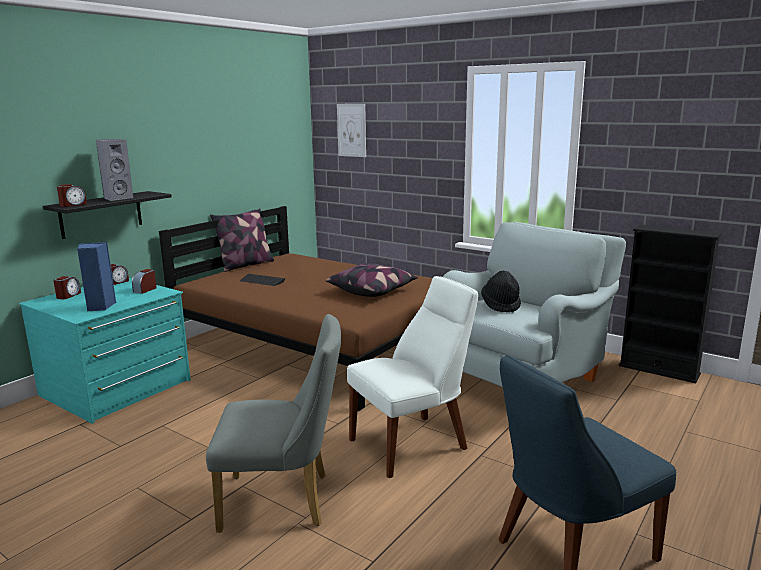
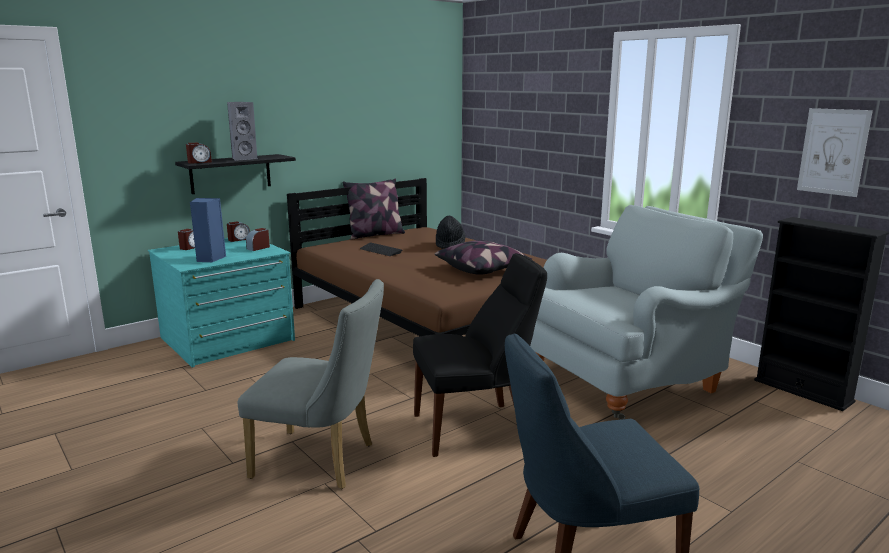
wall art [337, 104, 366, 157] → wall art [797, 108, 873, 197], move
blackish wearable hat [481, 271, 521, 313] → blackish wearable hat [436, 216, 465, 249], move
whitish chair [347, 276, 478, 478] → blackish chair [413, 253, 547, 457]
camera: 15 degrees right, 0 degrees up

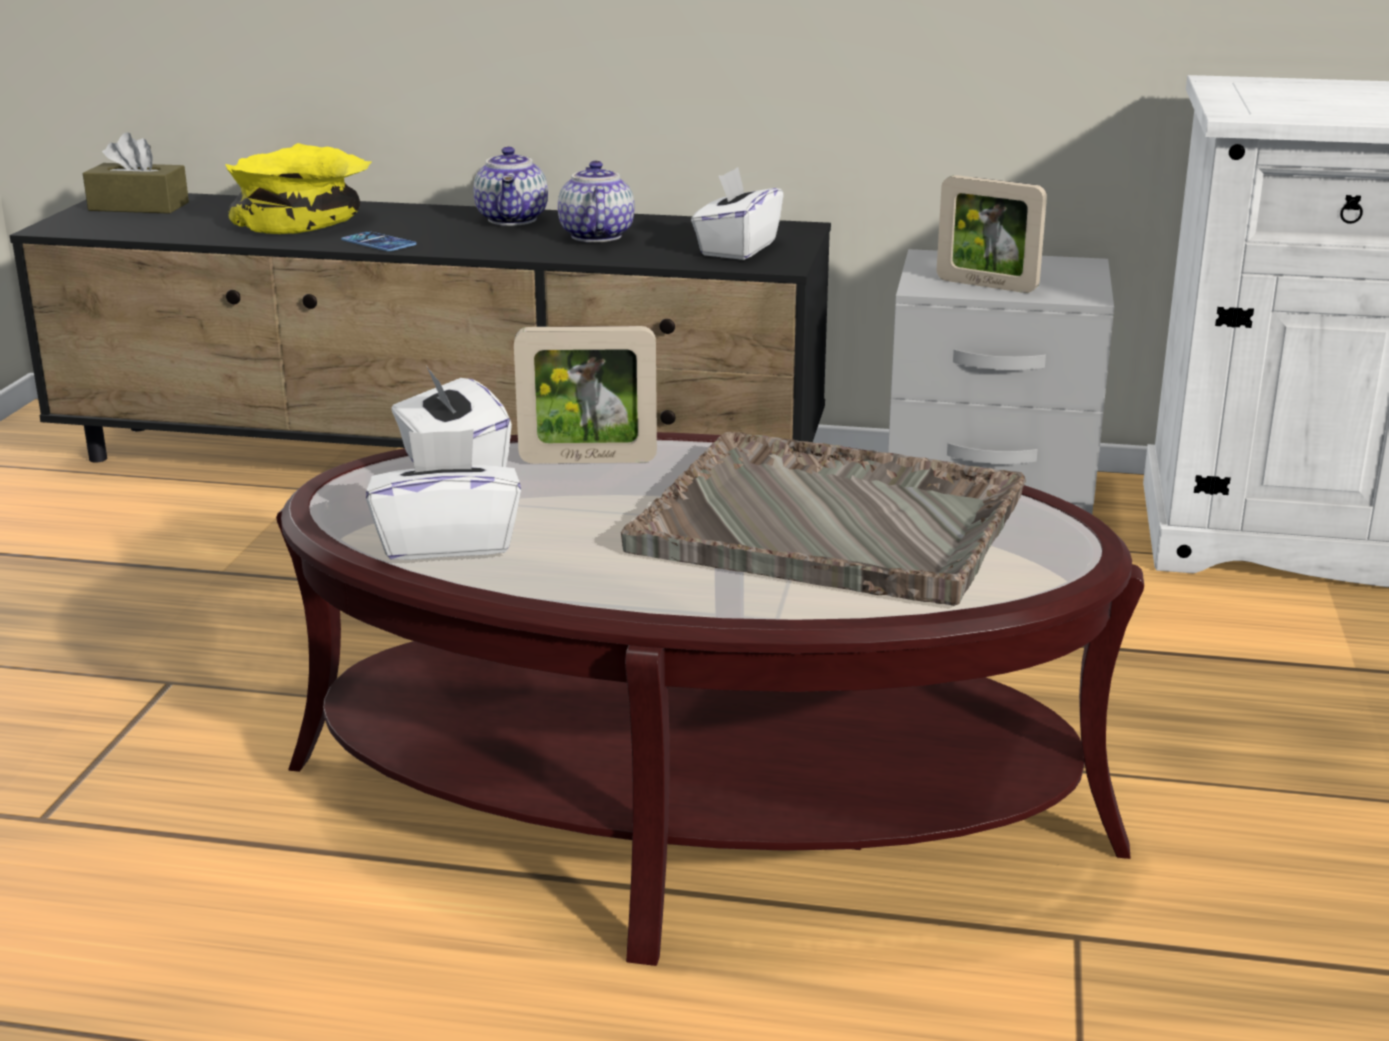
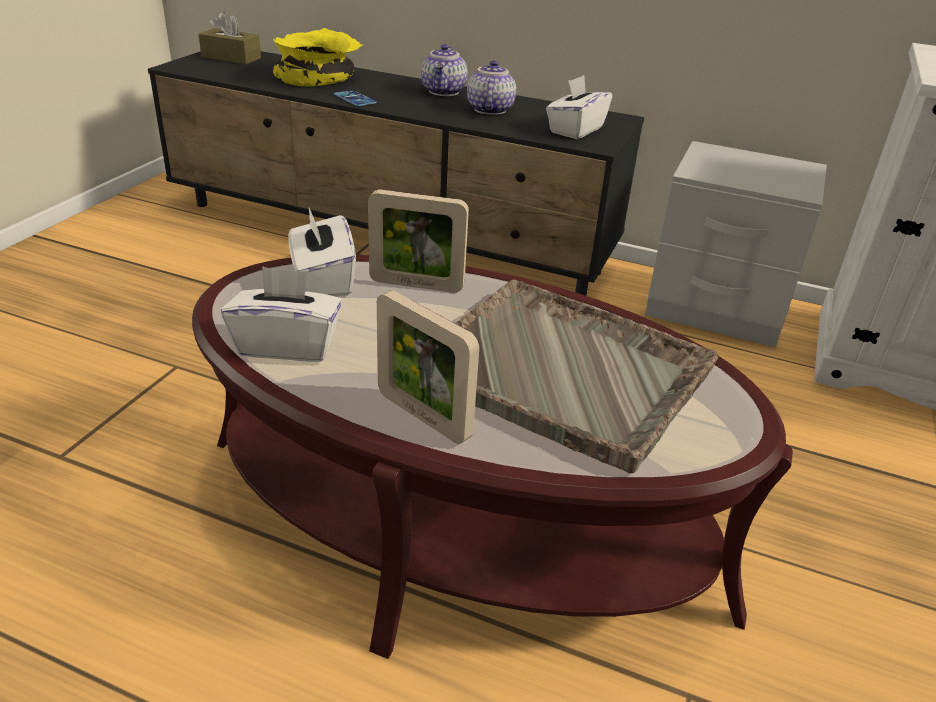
photo frame [937, 175, 1047, 293] → photo frame [377, 290, 479, 444], move
camera: 10 degrees right, 10 degrees up

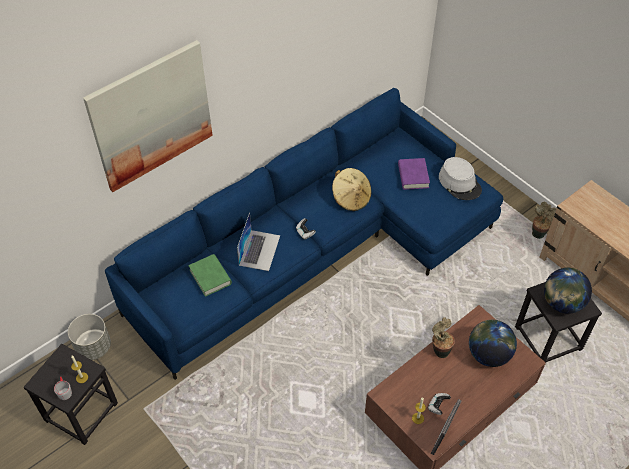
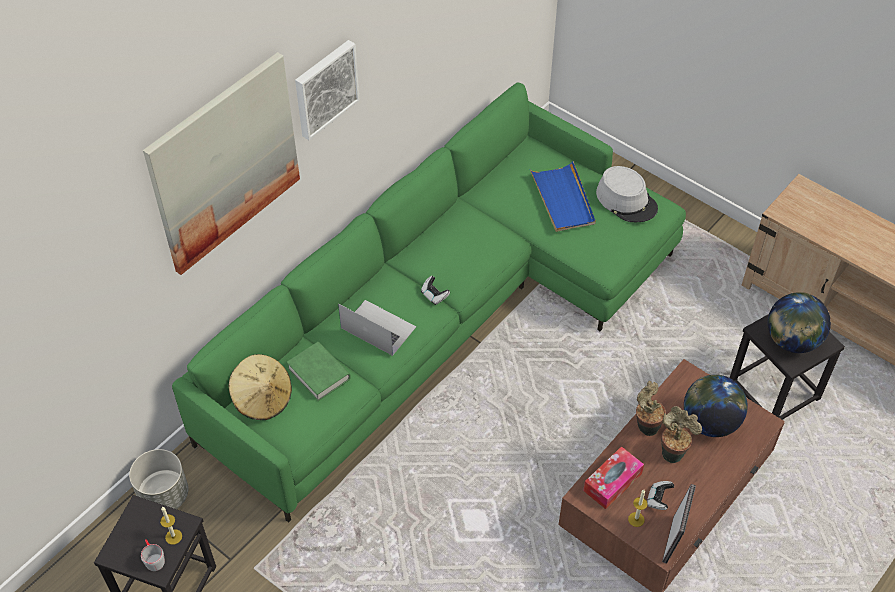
- → wall art [295, 40, 360, 140]
- → tissue holder [583, 446, 644, 509]
beige-coloured wearable hat [332, 168, 371, 211] → beige-coloured wearable hat [229, 354, 292, 420], move
houseplant [532, 202, 556, 239] → houseplant [661, 406, 702, 463], move
purple book [398, 158, 430, 190] → blue-coloured tray [530, 161, 596, 232]
blue-coloured settee [105, 88, 503, 380] → greenish settee [172, 82, 686, 523]
notebook computer [237, 213, 280, 271] → notebook computer [338, 300, 416, 356], 60 degrees counterclockwise
camera: 10 degrees left, 0 degrees up

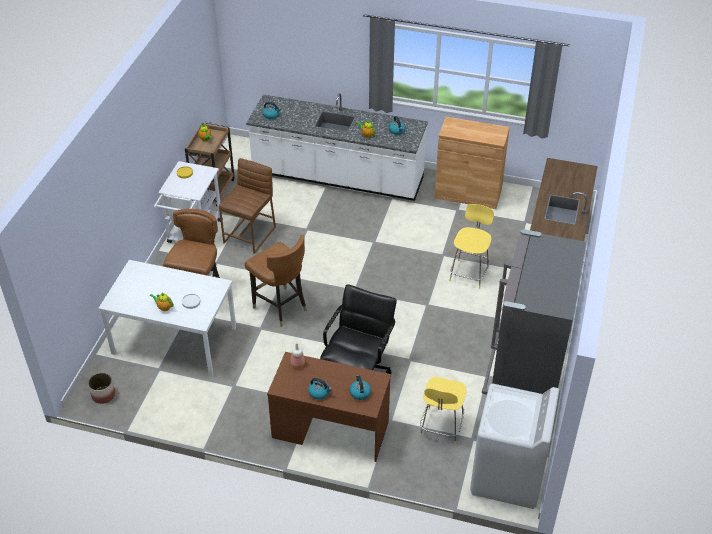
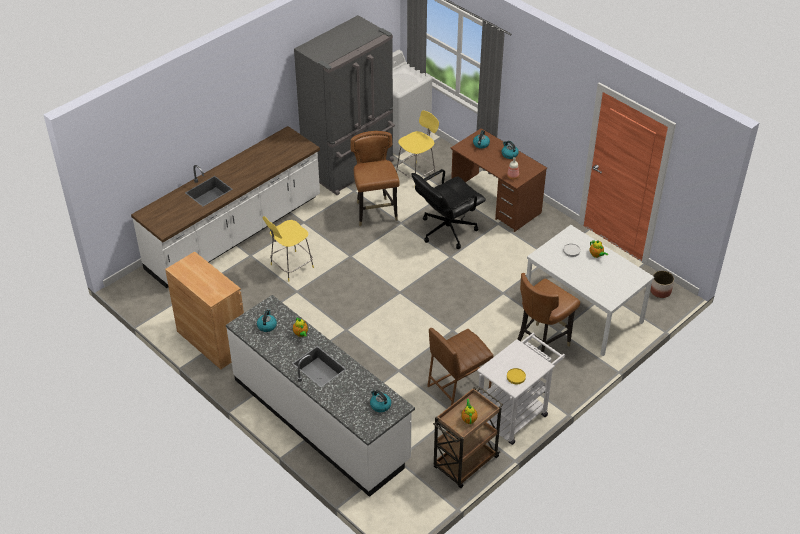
brownish chair [245, 235, 307, 327] → brownish chair [351, 131, 400, 226], move
camera: 150 degrees left, 0 degrees up

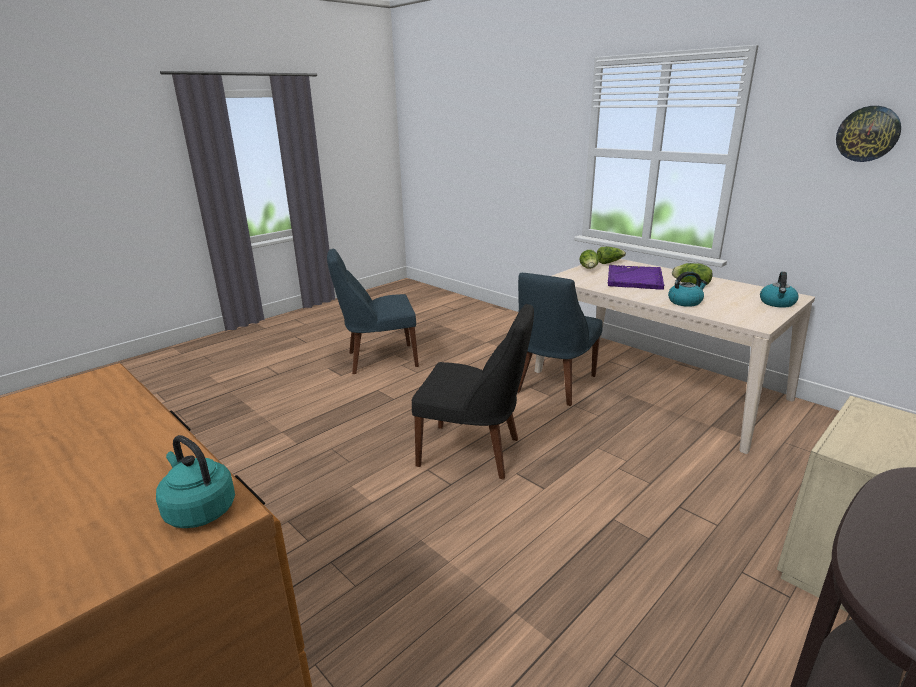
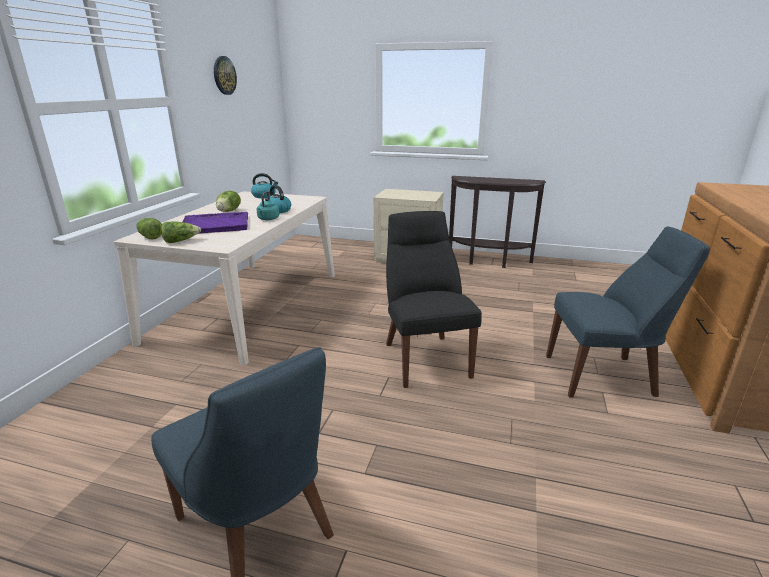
turquoise tea kettle [156, 435, 235, 528] → turquoise tea kettle [256, 191, 279, 220], move
blue-coloured chair [517, 273, 603, 406] → blue-coloured chair [546, 227, 710, 397], move
camera: 120 degrees left, 0 degrees up

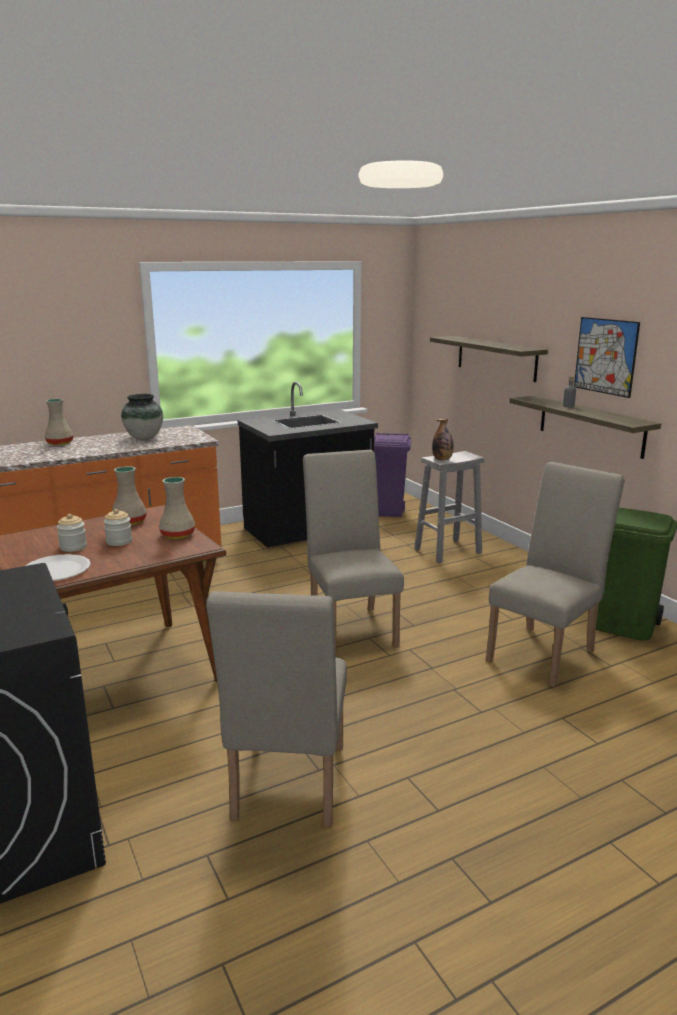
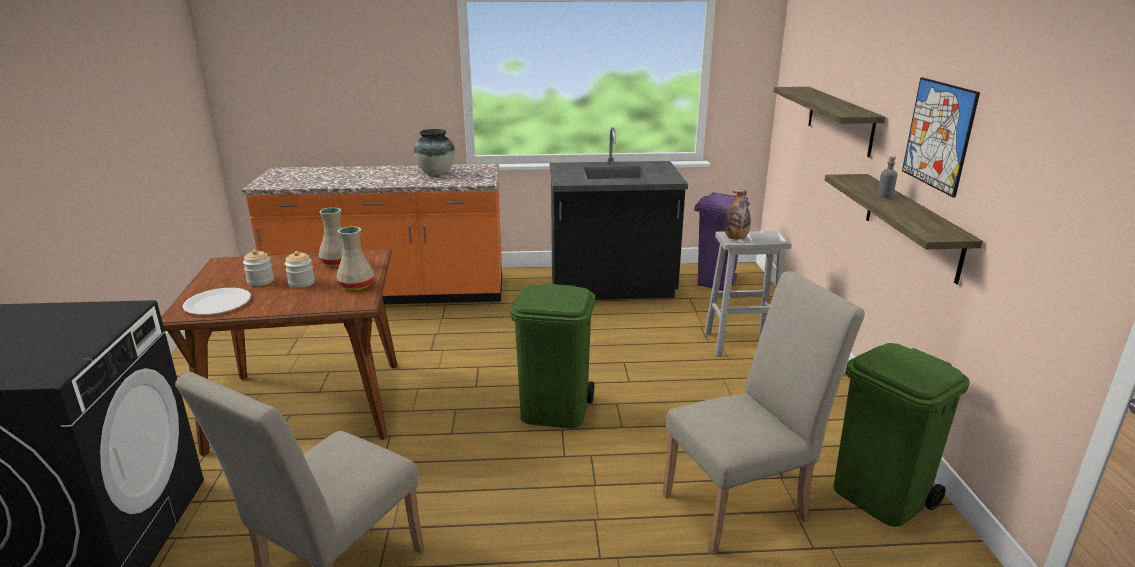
beige-coloured decorative vase [45, 399, 73, 445] → -
beige-coloured chair [303, 450, 404, 656] → greenish trash can [510, 284, 595, 428]
camera: 25 degrees right, 5 degrees up

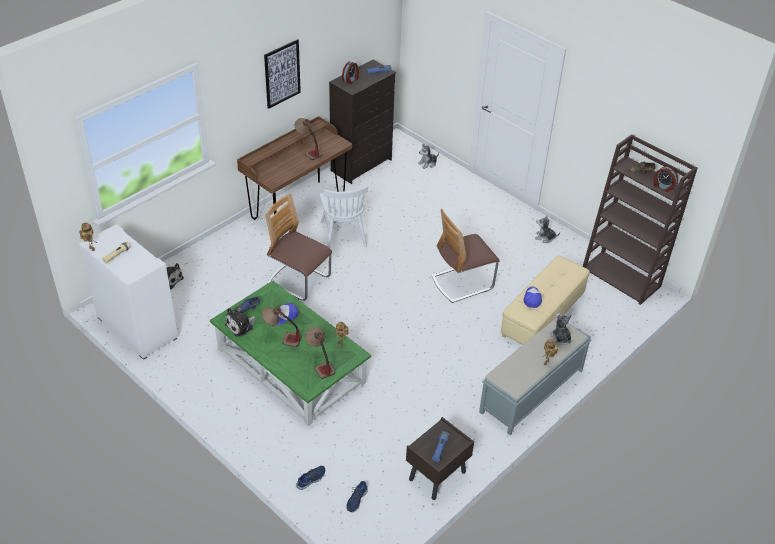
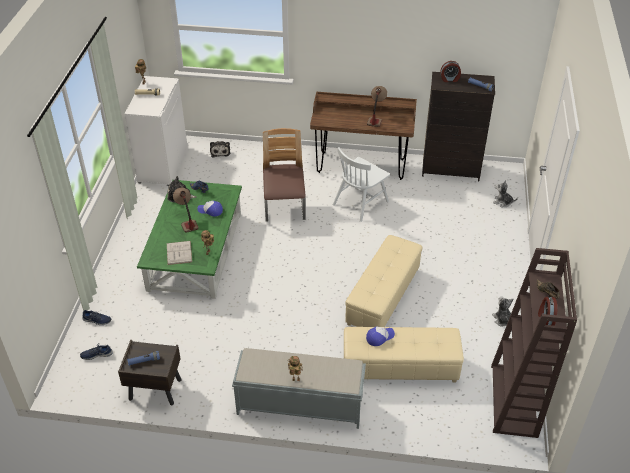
wall art [264, 39, 301, 109] → -
cuddly toy [549, 313, 571, 345] → -
lamp for a table [305, 327, 335, 379] → whitish book [167, 241, 192, 265]
chair [432, 209, 500, 303] → beige-coloured pouffe [345, 235, 423, 327]
camera: 55 degrees right, 0 degrees up

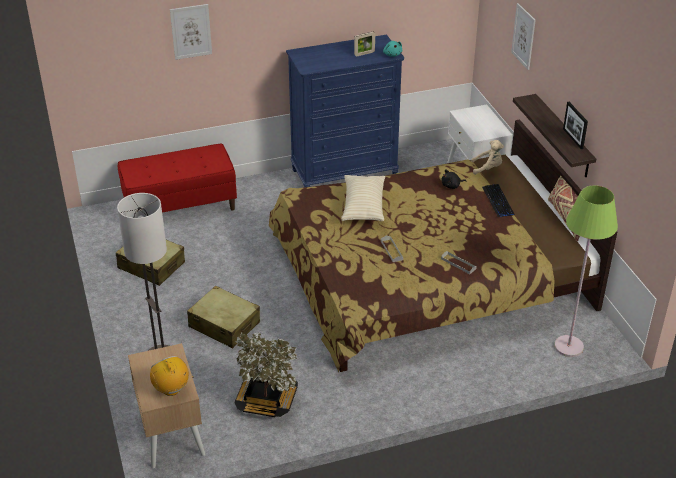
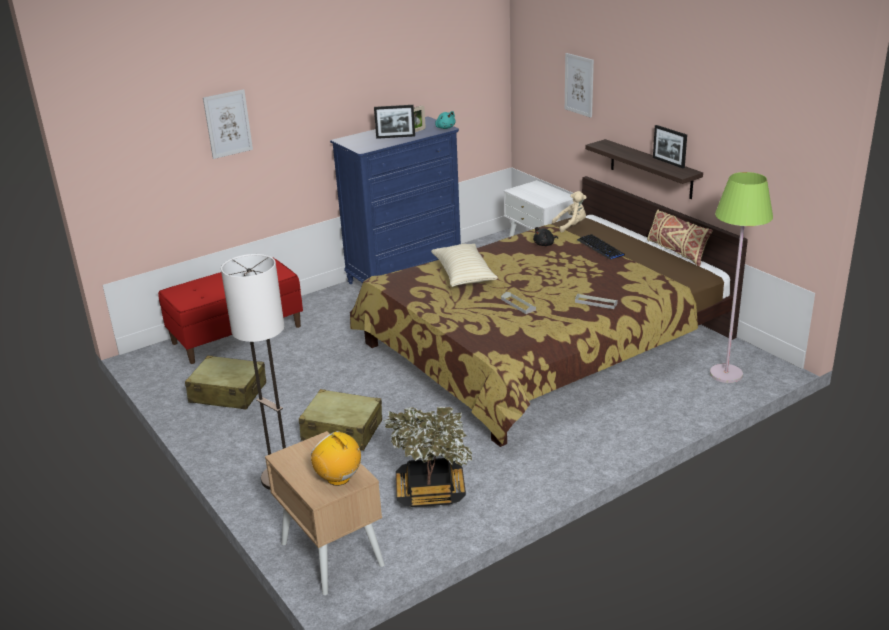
- → photo frame [374, 105, 415, 139]
camera: 15 degrees left, 10 degrees down

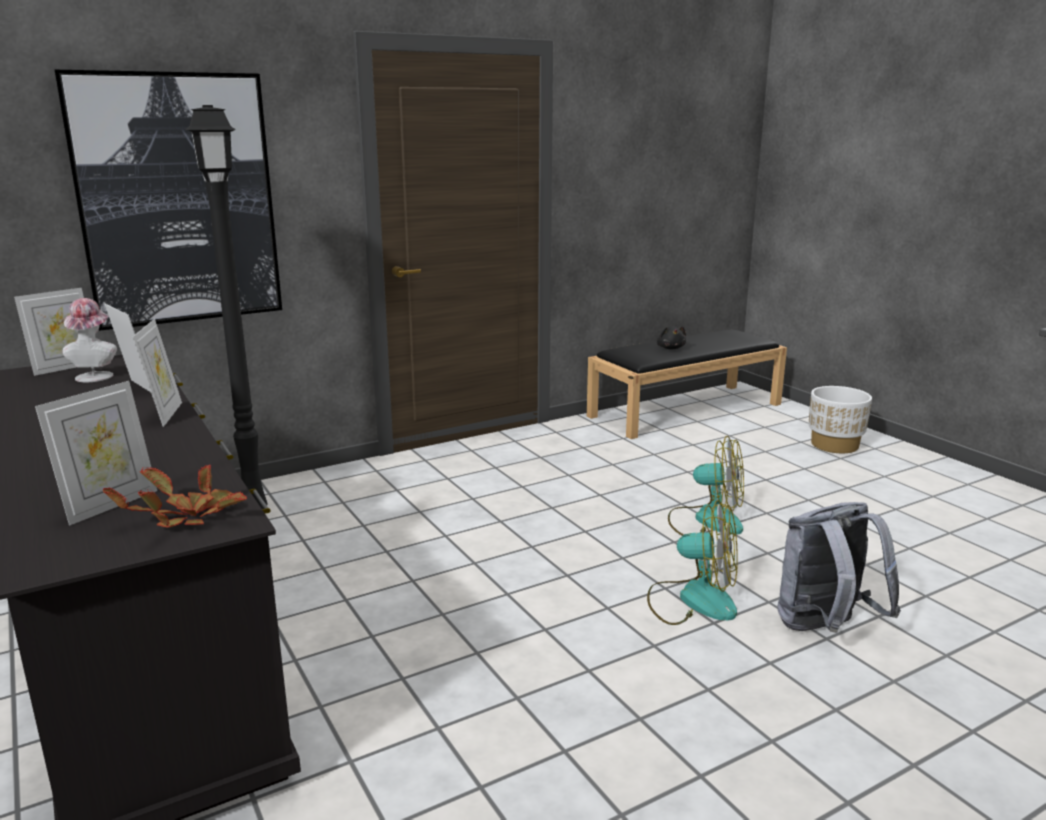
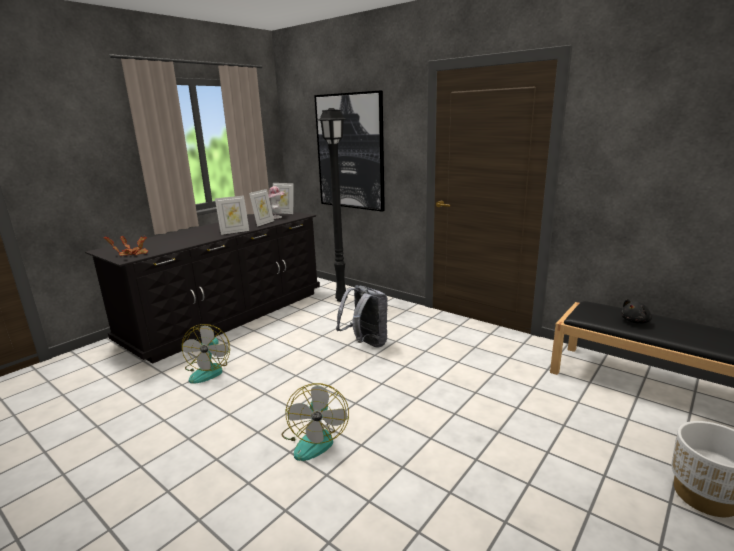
photo frame [35, 381, 157, 526] → -
cooling fan [668, 436, 744, 536] → cooling fan [182, 324, 230, 384], move
gray knapsack [778, 502, 901, 633] → gray knapsack [336, 285, 388, 347], move
camera: 70 degrees right, 0 degrees up

